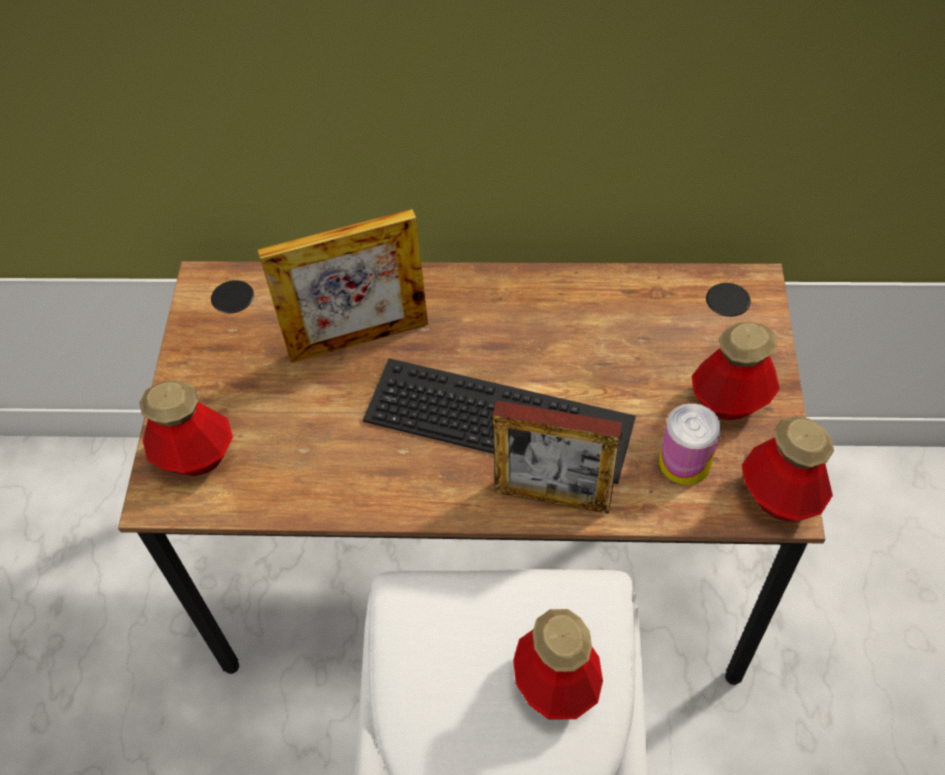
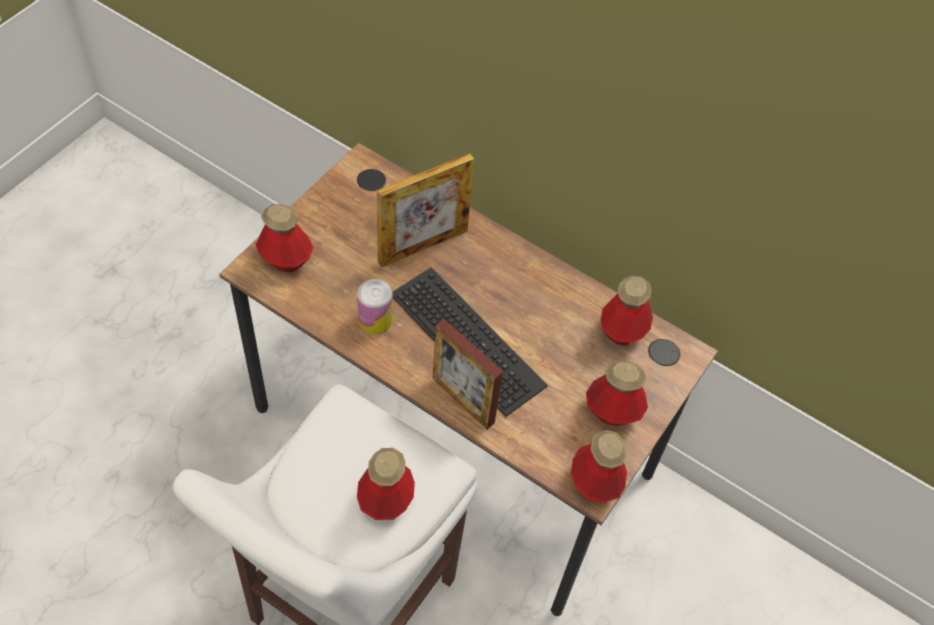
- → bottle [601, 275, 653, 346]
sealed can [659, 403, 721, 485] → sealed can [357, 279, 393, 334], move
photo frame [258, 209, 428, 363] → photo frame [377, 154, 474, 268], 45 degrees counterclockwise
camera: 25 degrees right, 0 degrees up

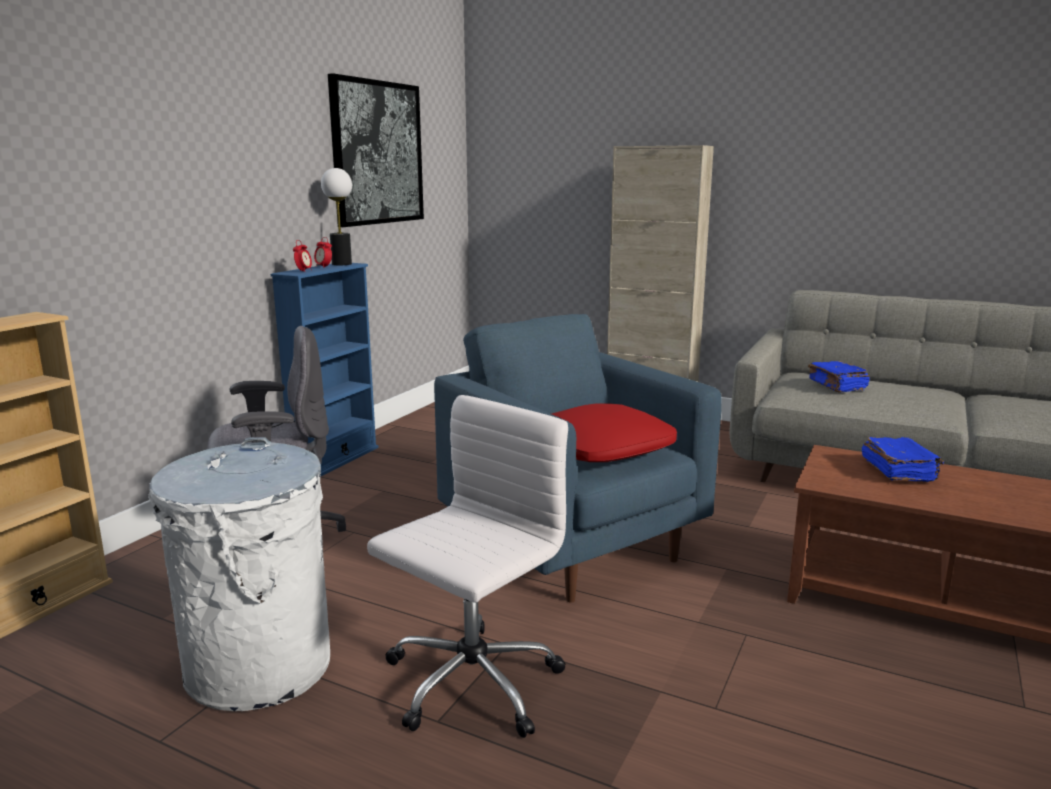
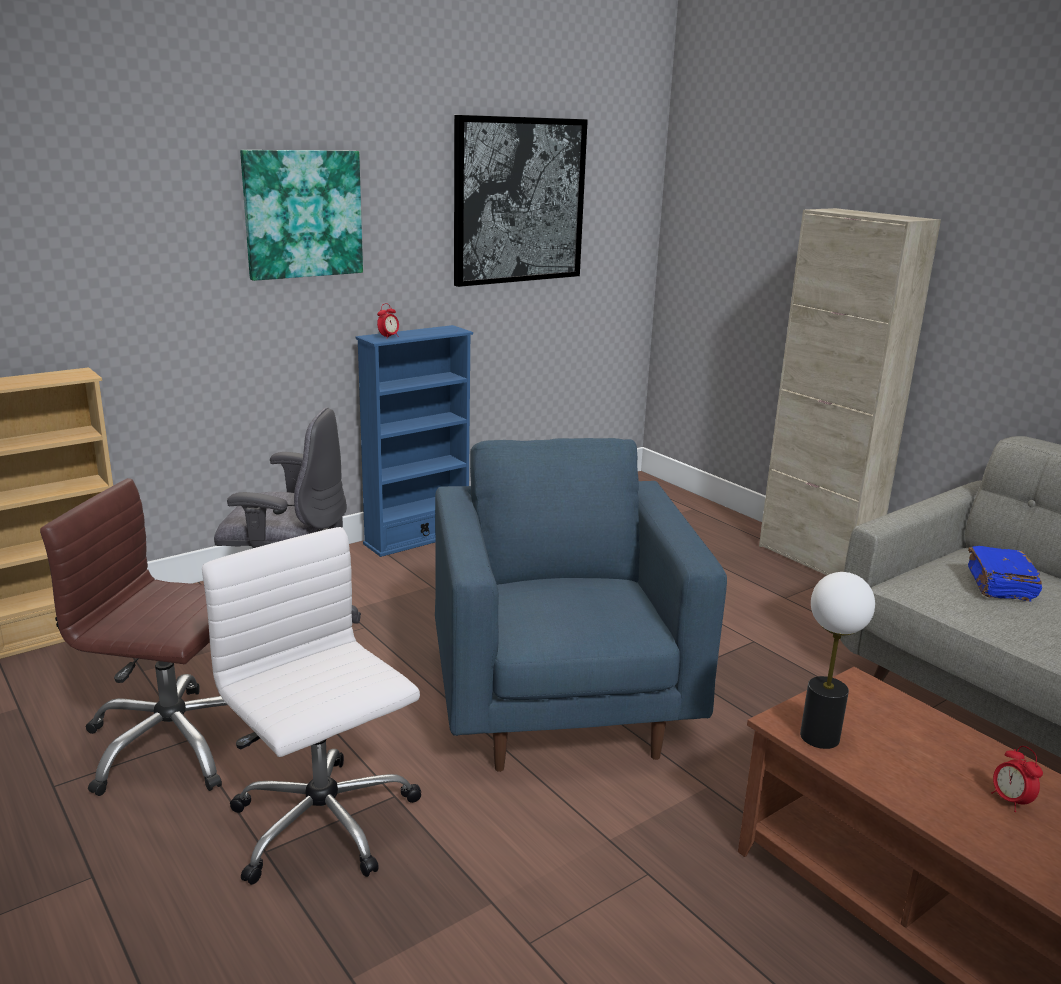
red-coloured pillow [552, 404, 677, 462] → -
blue-coloured book [861, 437, 944, 482] → -
- → wall art [240, 150, 363, 281]
table clock [314, 237, 332, 267] → table clock [991, 746, 1043, 812], move
lamp for a table [321, 168, 352, 265] → lamp for a table [800, 572, 875, 749], move
whitish trash can [148, 437, 330, 711] → brownish office chair [40, 478, 227, 796]
whitish office chair [367, 395, 568, 738] → whitish office chair [202, 527, 422, 885], 105 degrees counterclockwise
camera: 25 degrees right, 5 degrees up

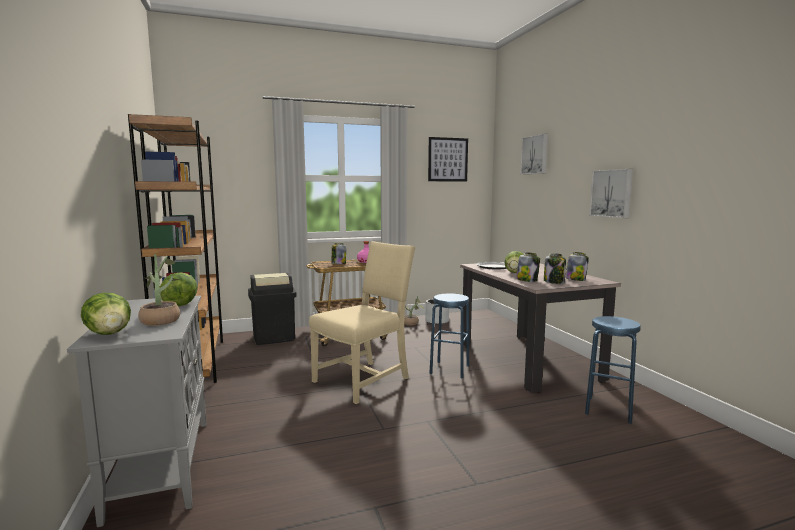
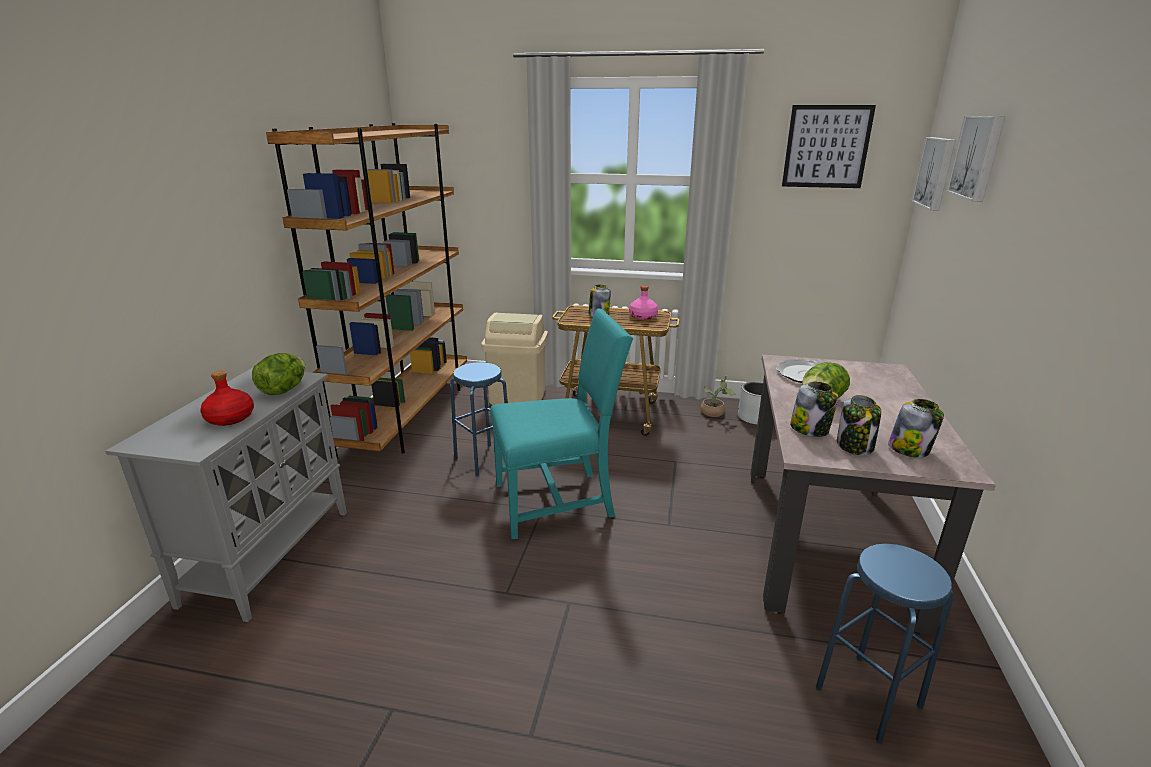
lettuce [81, 293, 131, 335] → -
blue-coloured stool [429, 294, 469, 379] → blue-coloured stool [450, 362, 508, 476], move
wall art [589, 169, 633, 218] → wall art [911, 137, 956, 211], move
houseplant [138, 254, 180, 326] → red-coloured bottle [200, 371, 254, 426]
blackish trash can [248, 273, 297, 345] → beige-coloured trash can [481, 313, 548, 405]
beige-coloured chair [309, 241, 415, 404] → turquoise chair [490, 308, 633, 539]
camera: 30 degrees right, 15 degrees up

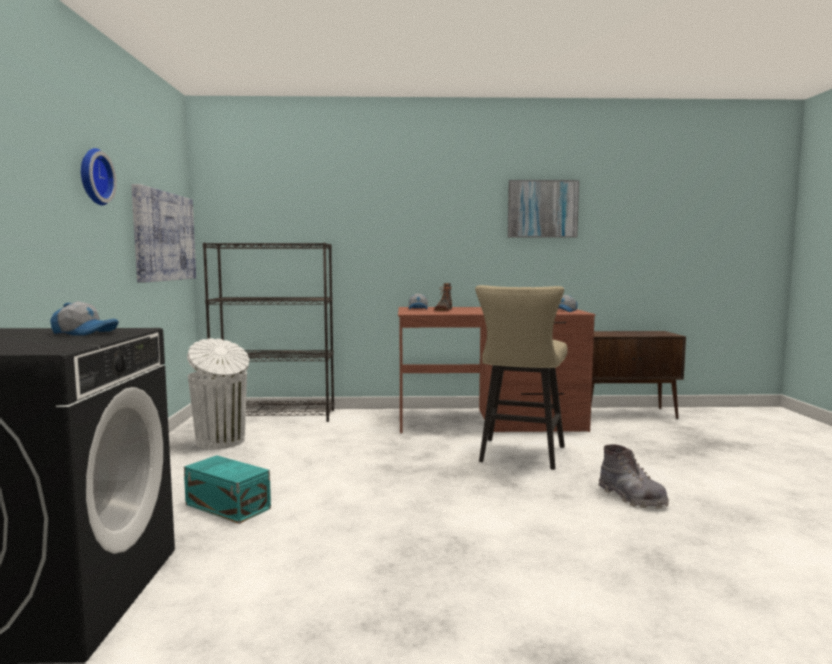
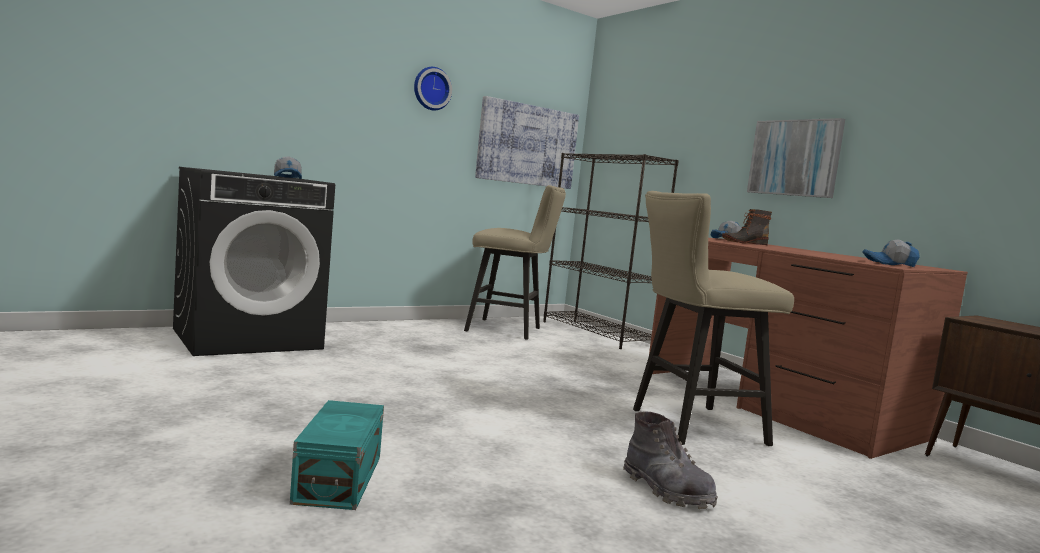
turquoise storage box [184, 455, 271, 524] → turquoise storage box [290, 400, 384, 510], move
wall art [508, 180, 579, 238] → wall art [747, 118, 845, 198], move
whitish trash can [187, 338, 249, 449] → beige-coloured stool [464, 185, 566, 340]
gray high-top boot [598, 444, 669, 509] → gray high-top boot [623, 412, 718, 509], 60 degrees counterclockwise
camera: 55 degrees right, 0 degrees up

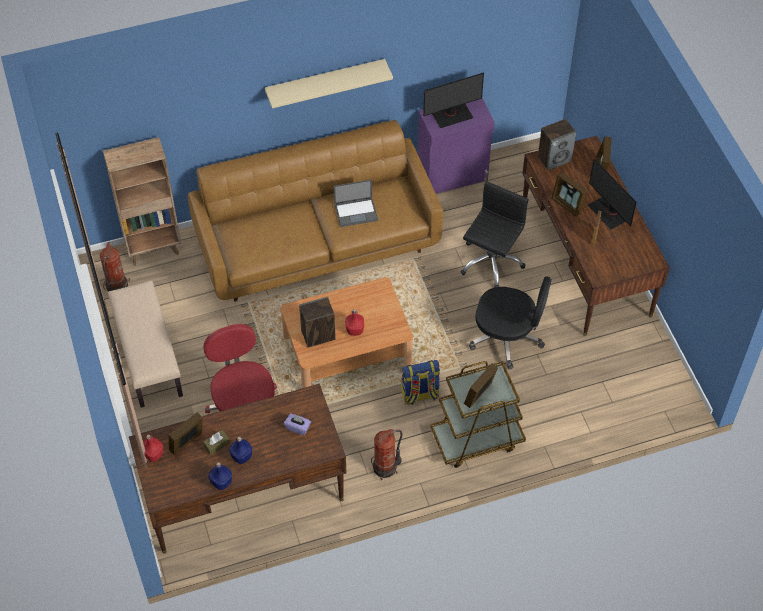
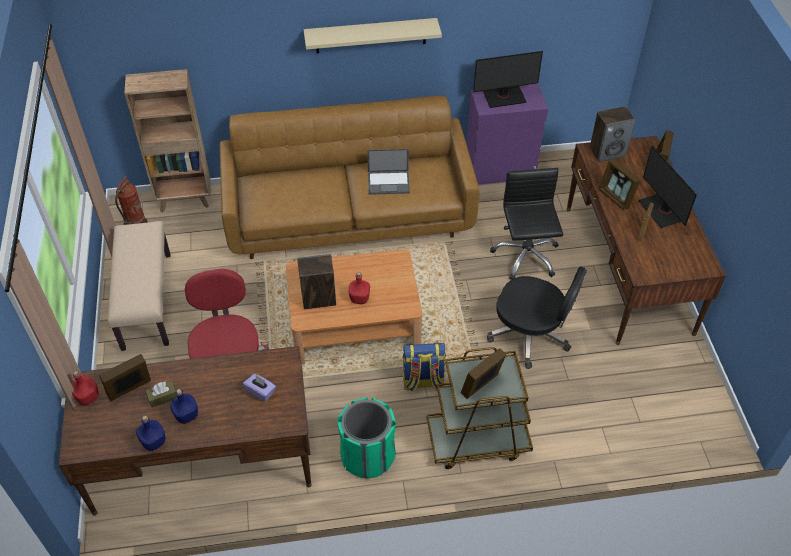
fire-fighting cylinder [371, 429, 403, 480] → greenish trash can [337, 397, 396, 479]
blackish office chair [460, 181, 529, 287] → blackish office chair [490, 168, 563, 279], 45 degrees counterclockwise
camera: 10 degrees right, 5 degrees down

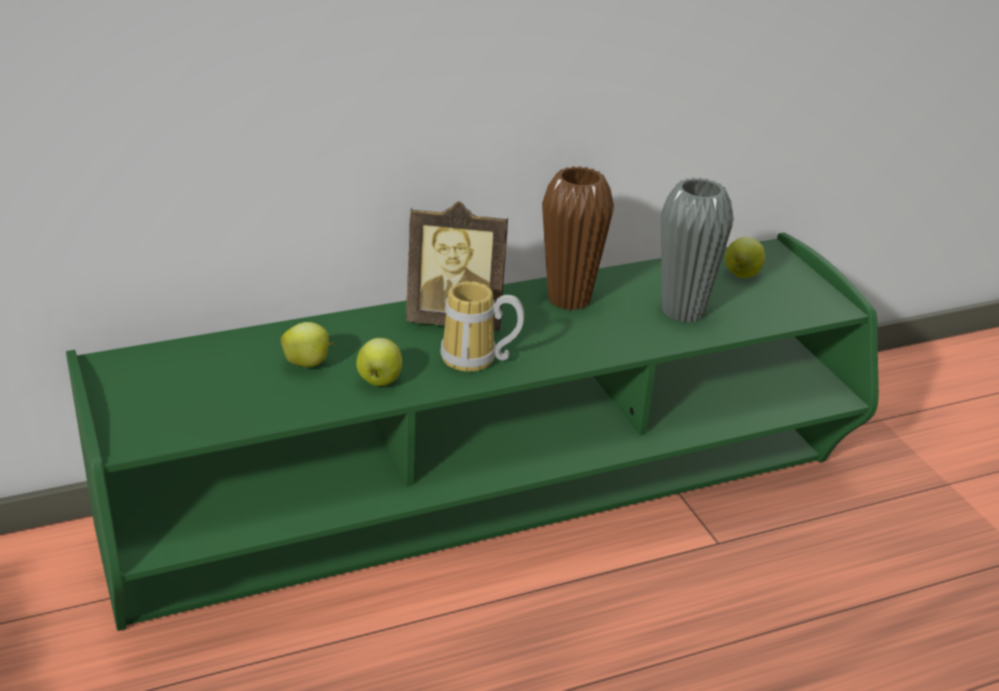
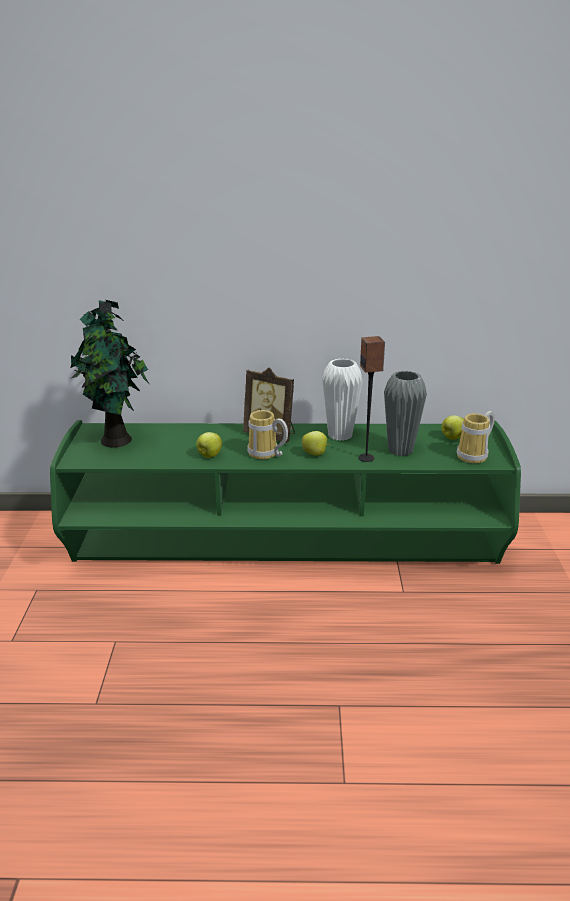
- → houseplant [71, 300, 149, 448]
- → speaker [358, 336, 385, 462]
- → mug [457, 411, 495, 463]
whole apple [281, 322, 334, 367] → whole apple [302, 431, 330, 456], move
brownish decorative vase [542, 166, 614, 310] → whitish decorative vase [322, 358, 363, 441]
camera: 25 degrees right, 5 degrees down

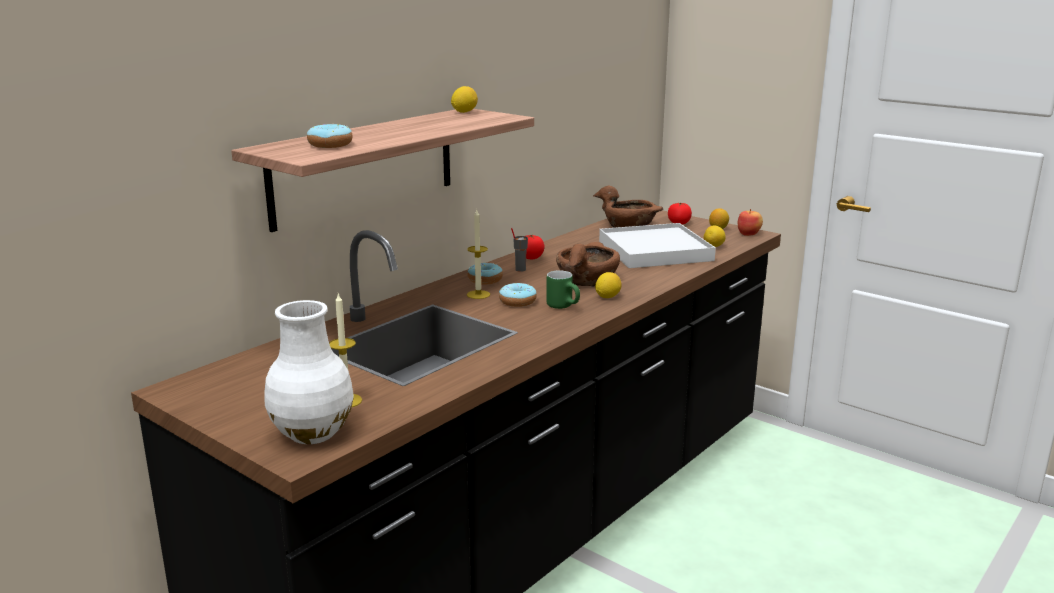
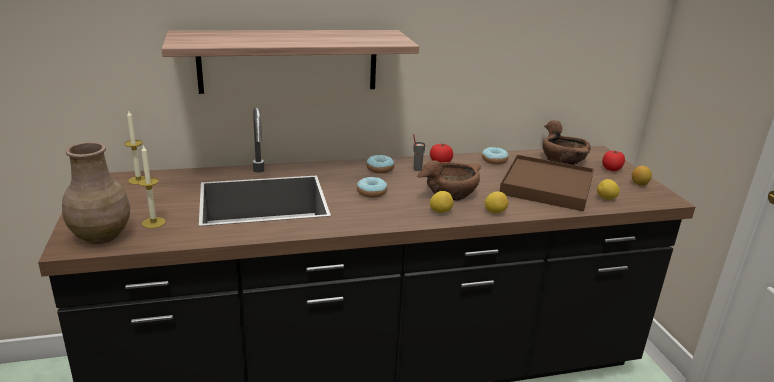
greenish mug [546, 270, 580, 309] → -
whole apple [738, 209, 763, 236] → -
ring doughnut [307, 124, 353, 148] → ring doughnut [482, 147, 509, 165], move
whole lemon [451, 86, 478, 113] → whole lemon [484, 191, 508, 213], move
wax candle [467, 210, 490, 299] → wax candle [124, 111, 145, 185], move
whitish decorative vase [264, 300, 354, 444] → brownish decorative vase [62, 142, 130, 244]
whitish tray [599, 223, 716, 268] → brownish tray [499, 155, 594, 211]
camera: 35 degrees right, 5 degrees up

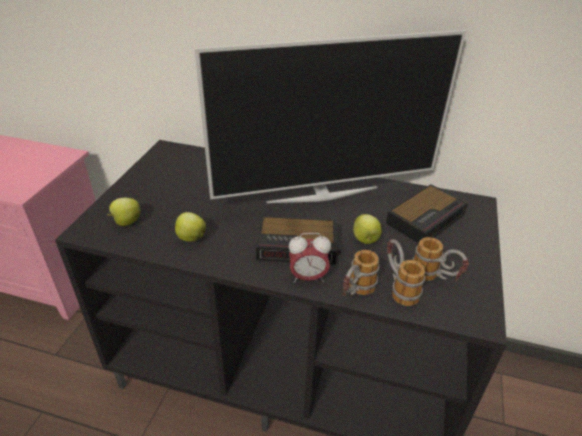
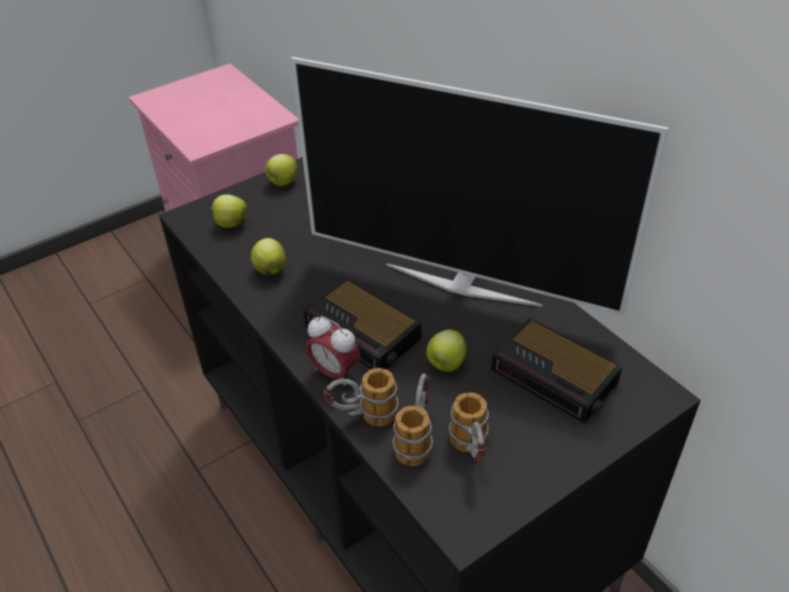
- → whole apple [265, 154, 298, 186]
table clock [386, 184, 468, 243] → table clock [491, 318, 622, 423], 45 degrees clockwise
camera: 40 degrees right, 5 degrees up

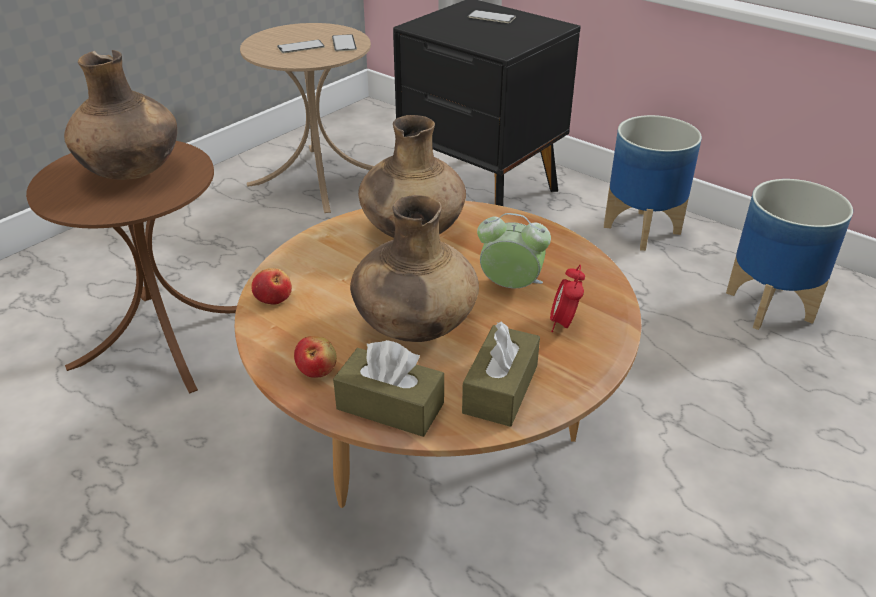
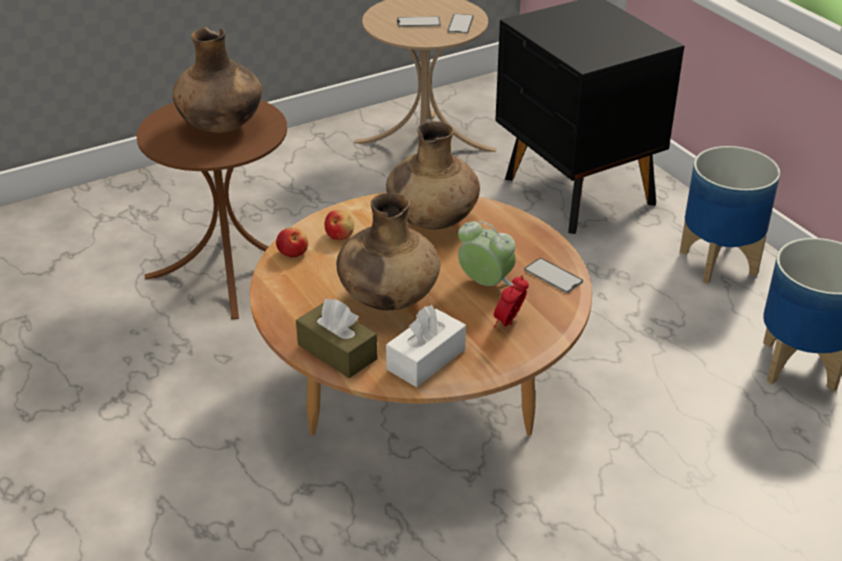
whole apple [294, 336, 337, 378] → whole apple [324, 210, 354, 240], move
telephone [468, 10, 516, 23] → telephone [524, 258, 583, 293], move
brownish tissue holder [462, 321, 540, 427] → whitish tissue holder [386, 305, 466, 387]
camera: 20 degrees right, 0 degrees up

